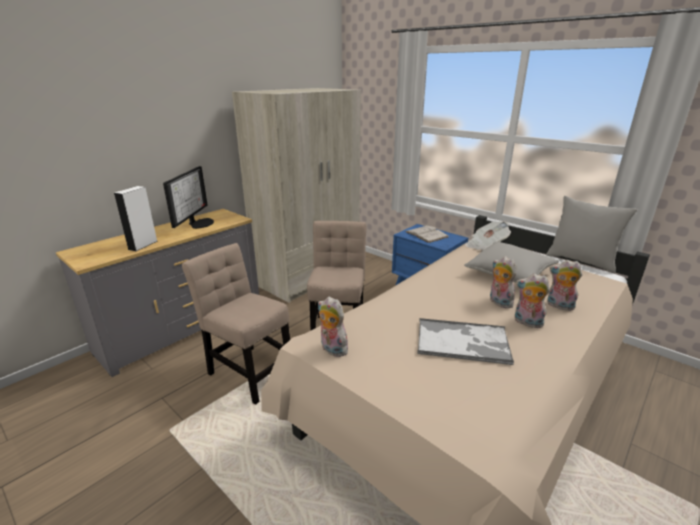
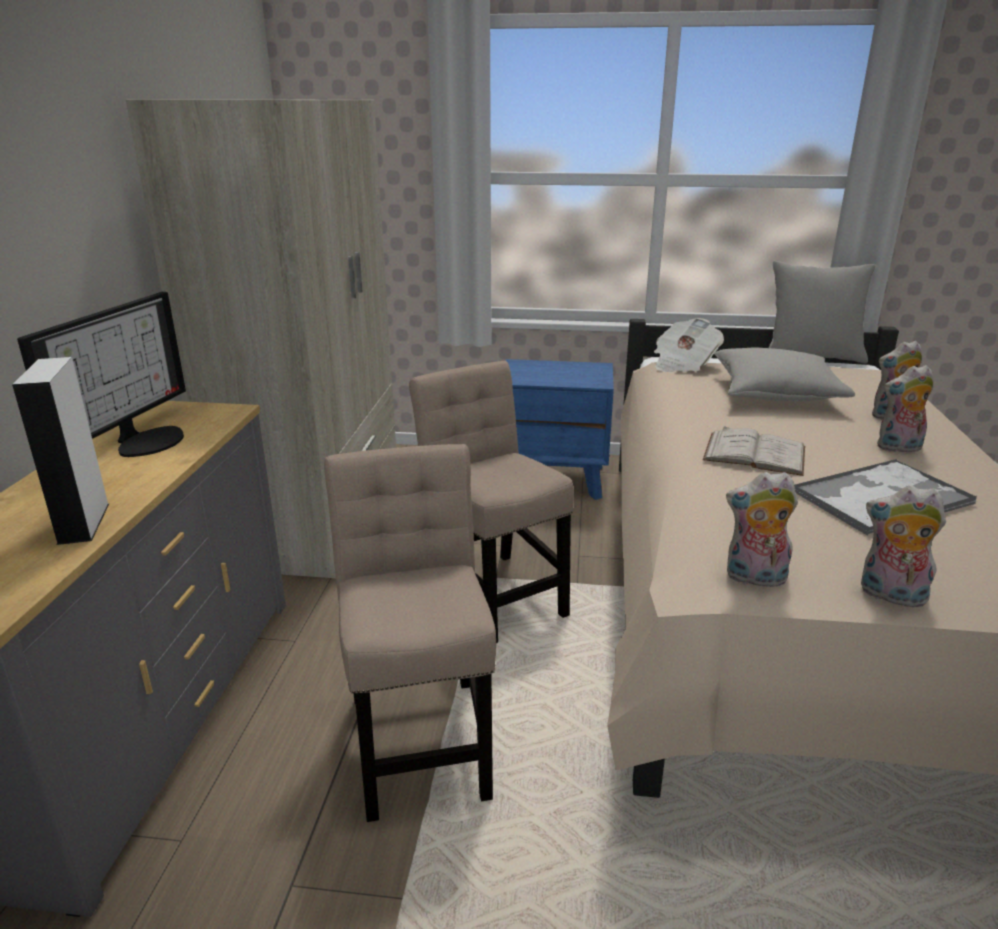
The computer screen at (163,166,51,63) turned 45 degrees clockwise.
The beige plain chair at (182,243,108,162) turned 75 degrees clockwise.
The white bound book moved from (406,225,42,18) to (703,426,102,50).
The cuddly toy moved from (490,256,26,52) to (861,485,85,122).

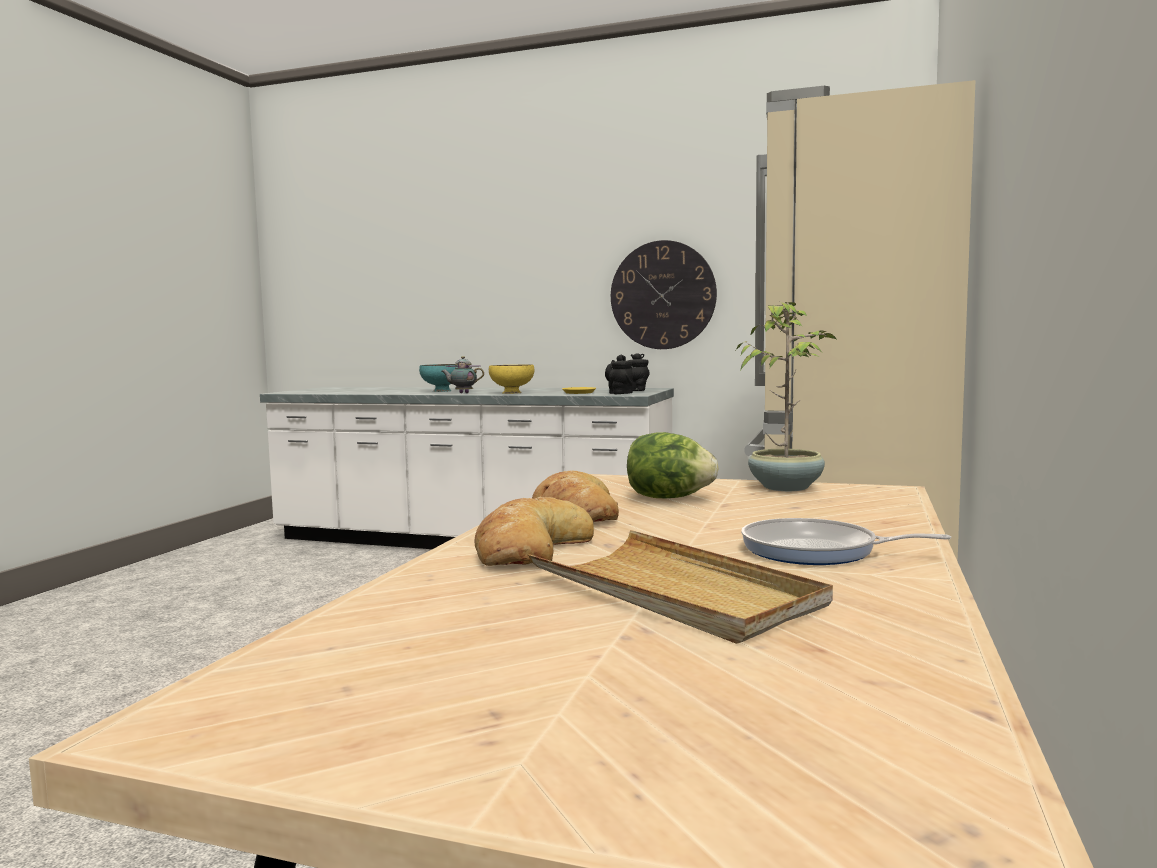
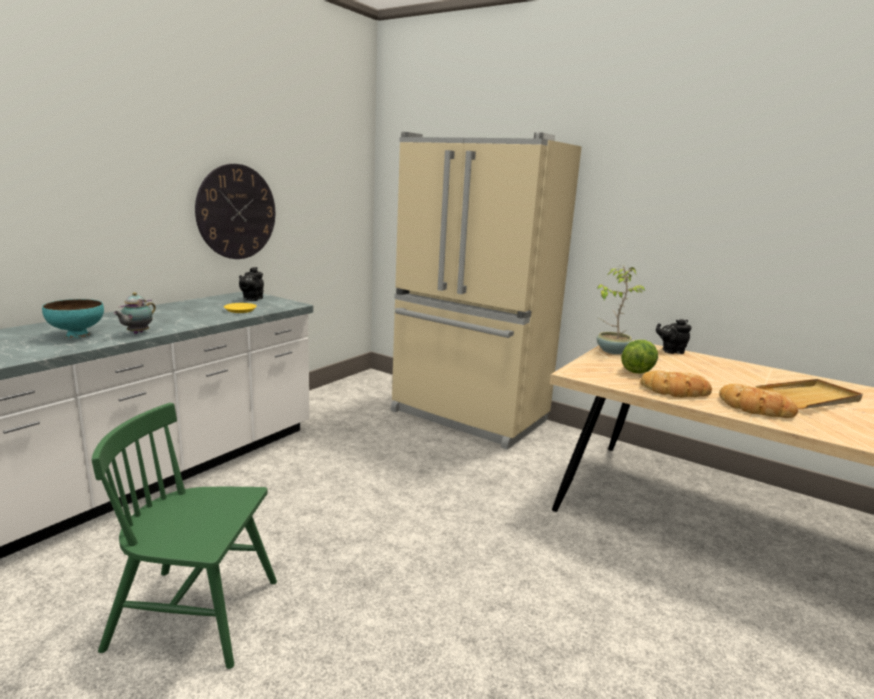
The greenish plain chair at (92,403,185,266) appeared.
The black-coloured pot for tea moved from (605,355,28,39) to (656,319,36,35).
The yellow serving bowl at (489,364,45,30) disappeared.
The frying pan at (741,518,210,47) disappeared.

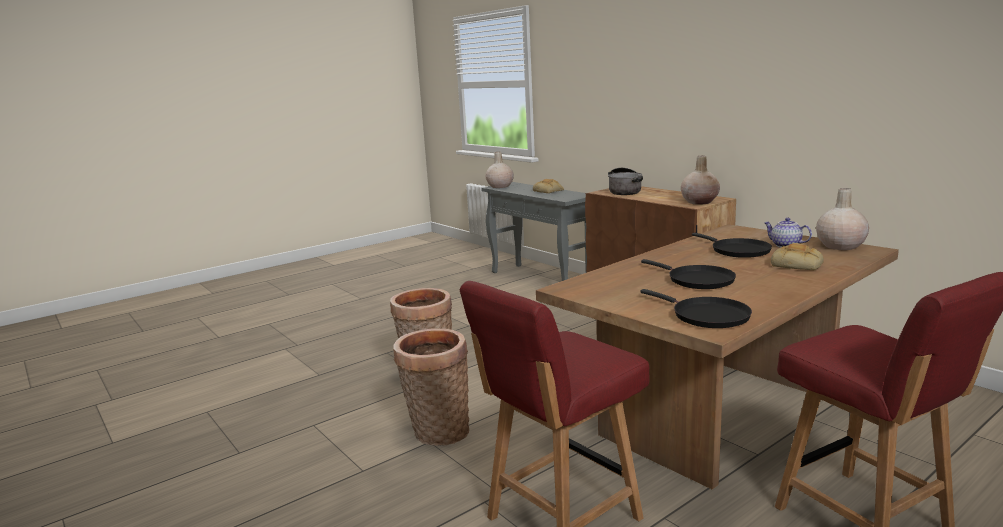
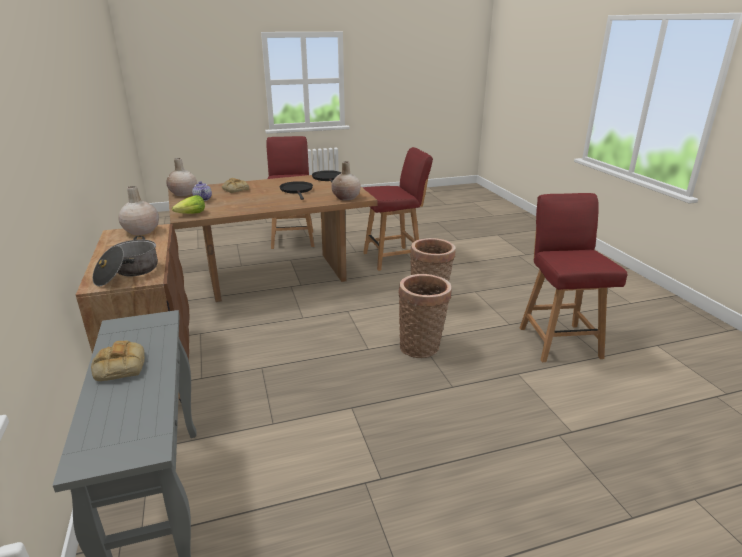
The head of lettuce at (172,195,33,19) appeared.
The beige flower vase moved from (486,152,28,36) to (331,161,30,40).
The red plain chair at (520,193,107,169) appeared.
The black-coloured frying pan at (692,233,80,25) disappeared.

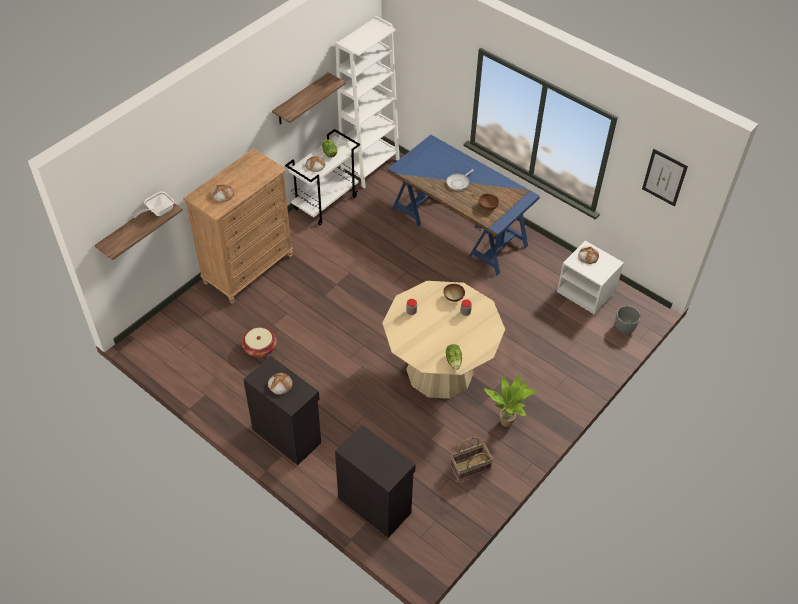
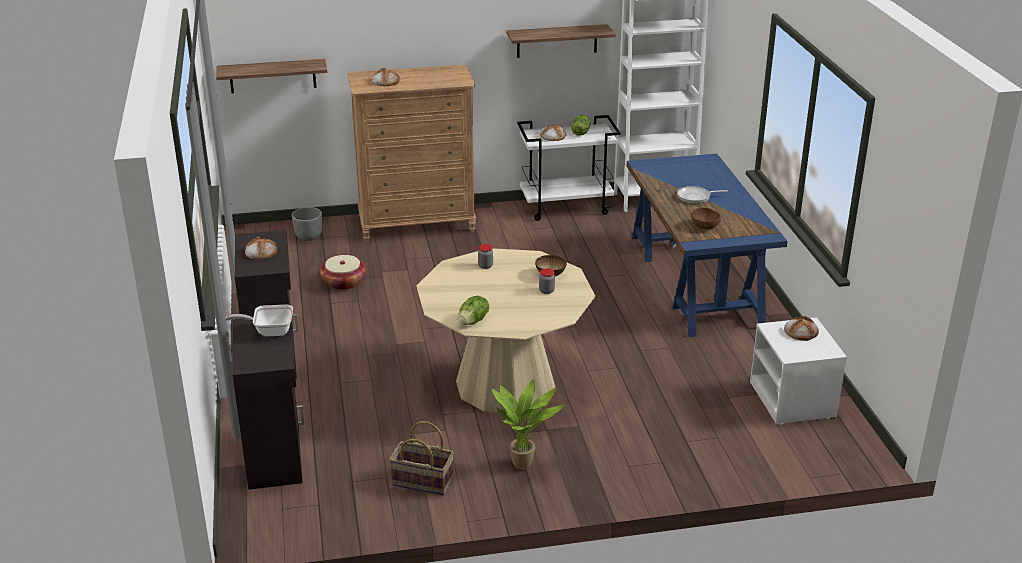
The frying pan moved from (134,191,40,27) to (225,305,68,31).
The gray flower pot moved from (615,306,26,28) to (292,207,30,34).
The picture at (642,149,46,58) disappeared.

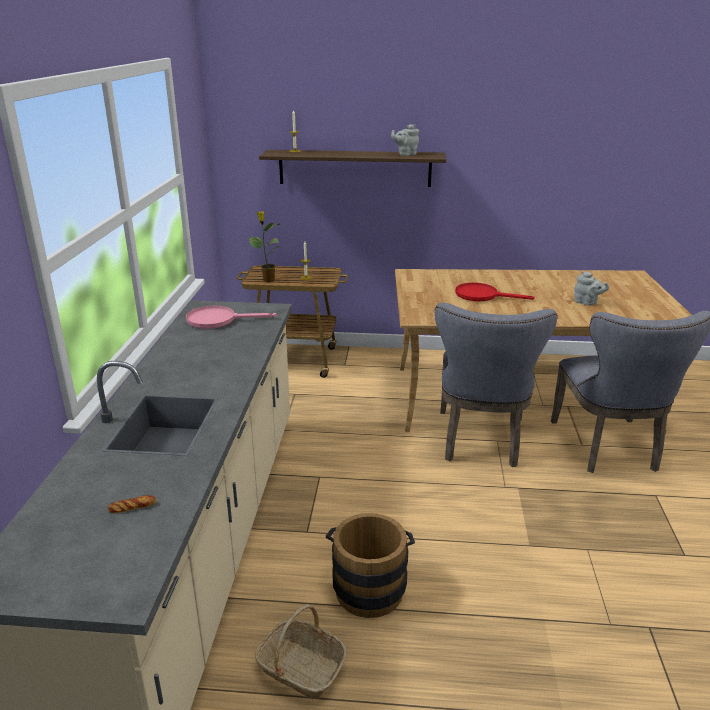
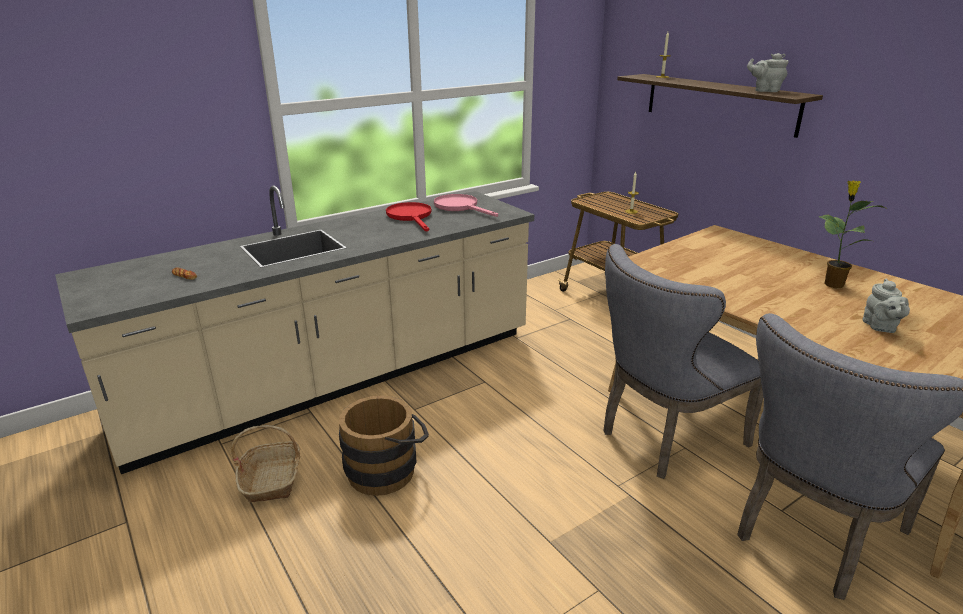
The red frying pan moved from (455,283,80,18) to (386,202,46,30).
The plant in a pot moved from (248,211,34,72) to (819,180,69,108).

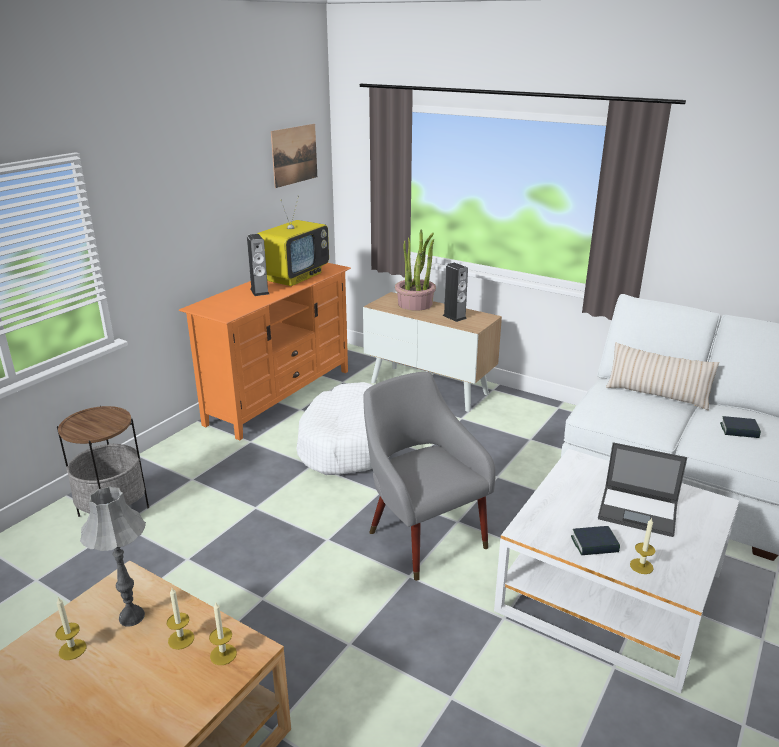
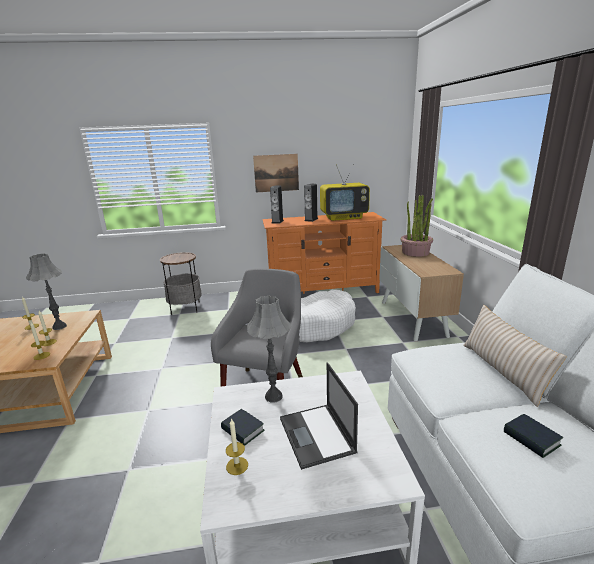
The gray lamp for a table at (247,295,44,108) appeared.
The picture moved from (271,124,46,64) to (253,154,46,38).
The audio speaker moved from (443,263,25,59) to (270,185,14,39).

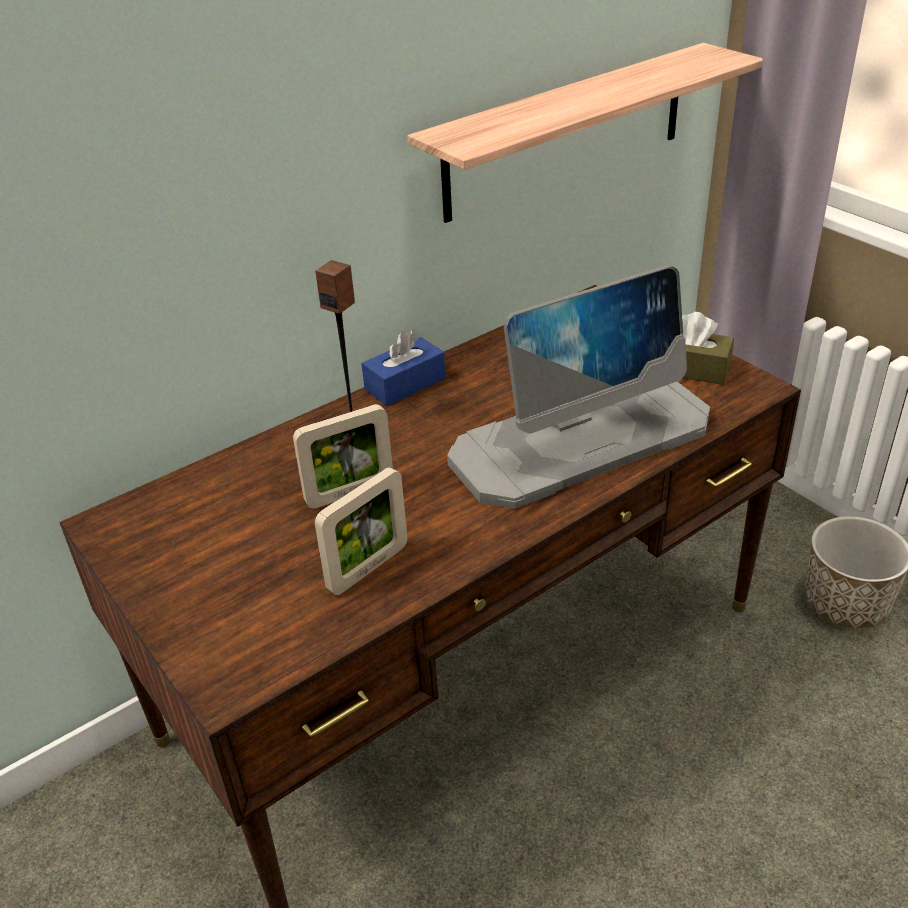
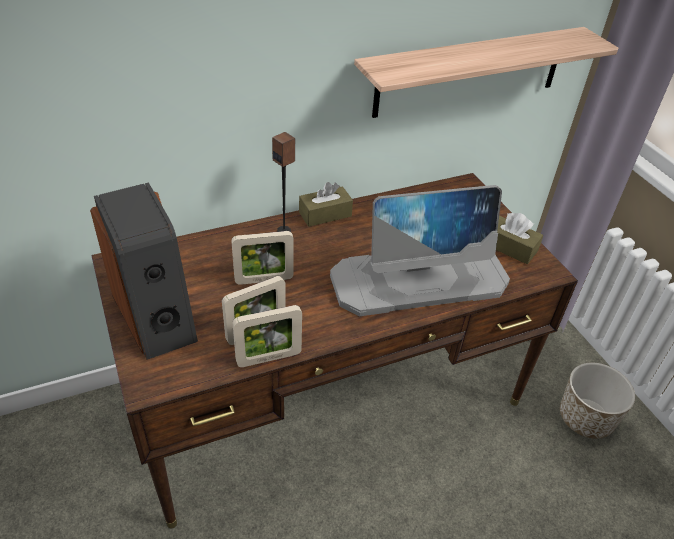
The audio speaker at (90,182,108,178) appeared.
The picture frame at (233,305,69,62) appeared.
The blue-coloured tissue holder at (362,330,84,76) became the brownish tissue holder at (299,182,54,45).

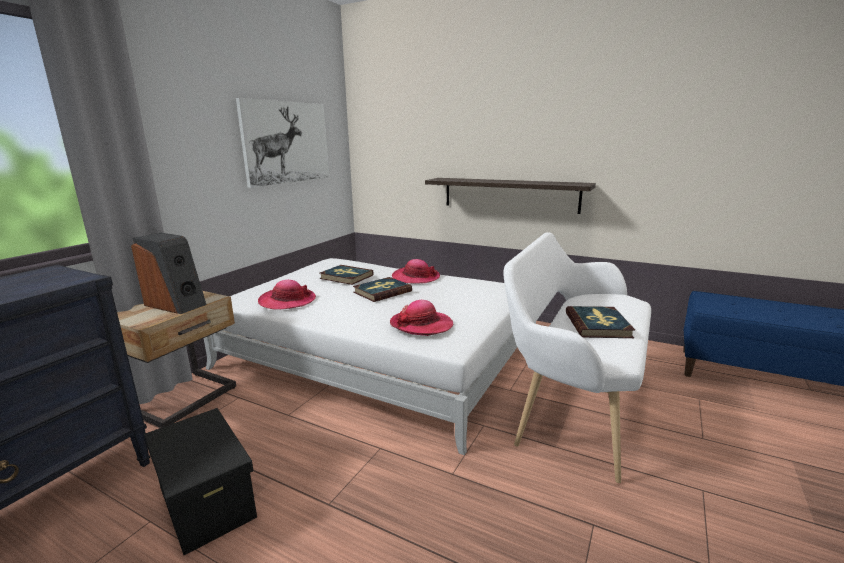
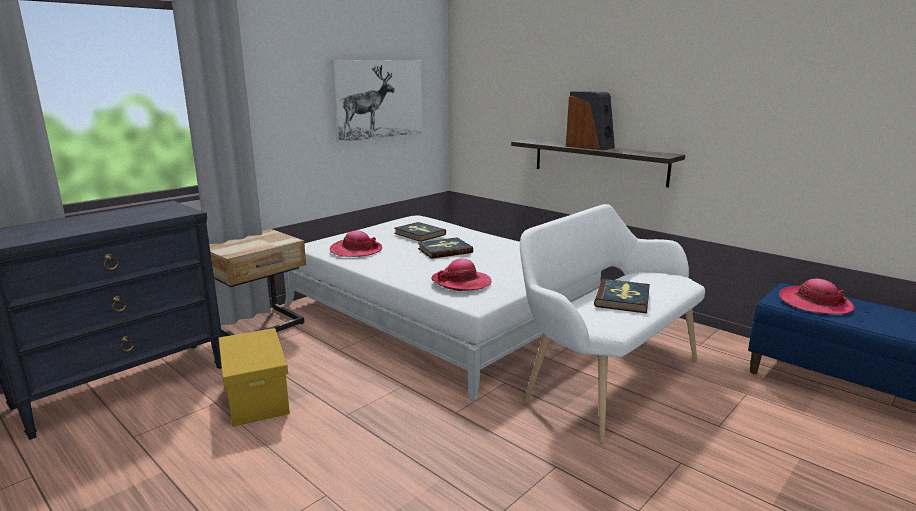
The black-coloured storage bin at (144,408,113,147) became the yellow storage bin at (219,328,71,99).
The audio speaker moved from (131,233,75,81) to (566,91,49,59).
The hat moved from (392,259,48,25) to (779,279,76,36).

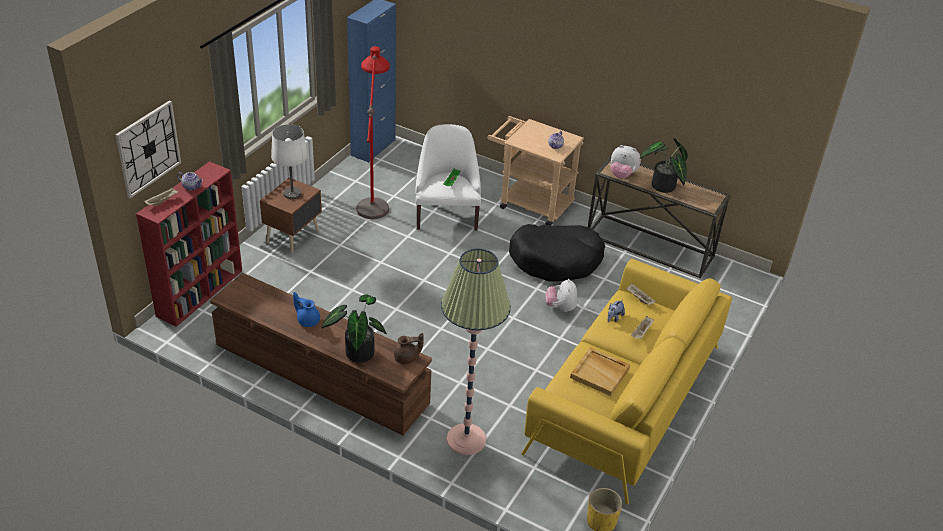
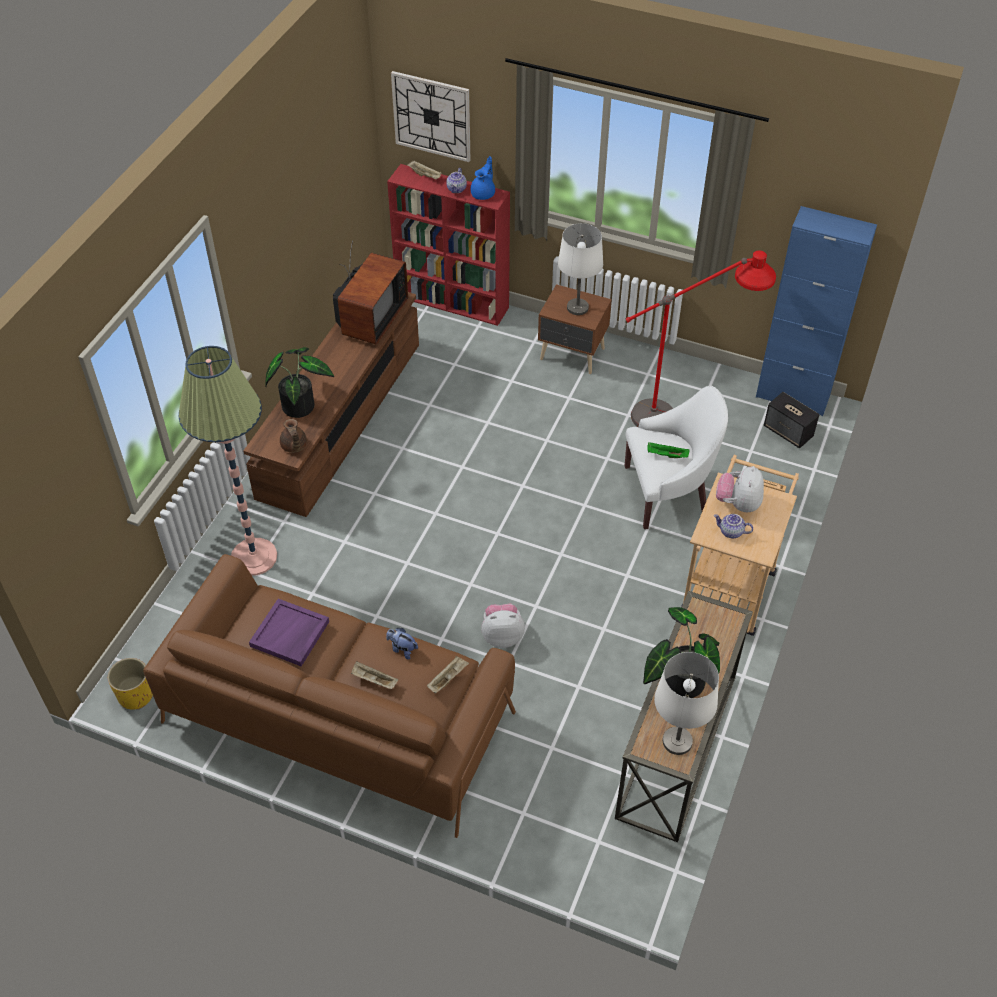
The yellow sofa at (521,259,211,246) became the brownish sofa at (143,554,373,284).
The beige tray at (570,347,60,49) became the purplish tray at (249,599,80,67).
The TV set at (333,241,75,103) appeared.
The blue-coloured pot for tea moved from (293,292,27,35) to (471,156,24,44).
The white lamp for a table at (654,652,65,103) appeared.
The cuddly toy moved from (610,145,31,34) to (716,466,48,46).
The audio speaker at (764,392,56,56) appeared.
The black-coloured dog cushion at (509,224,96,57) disappeared.

